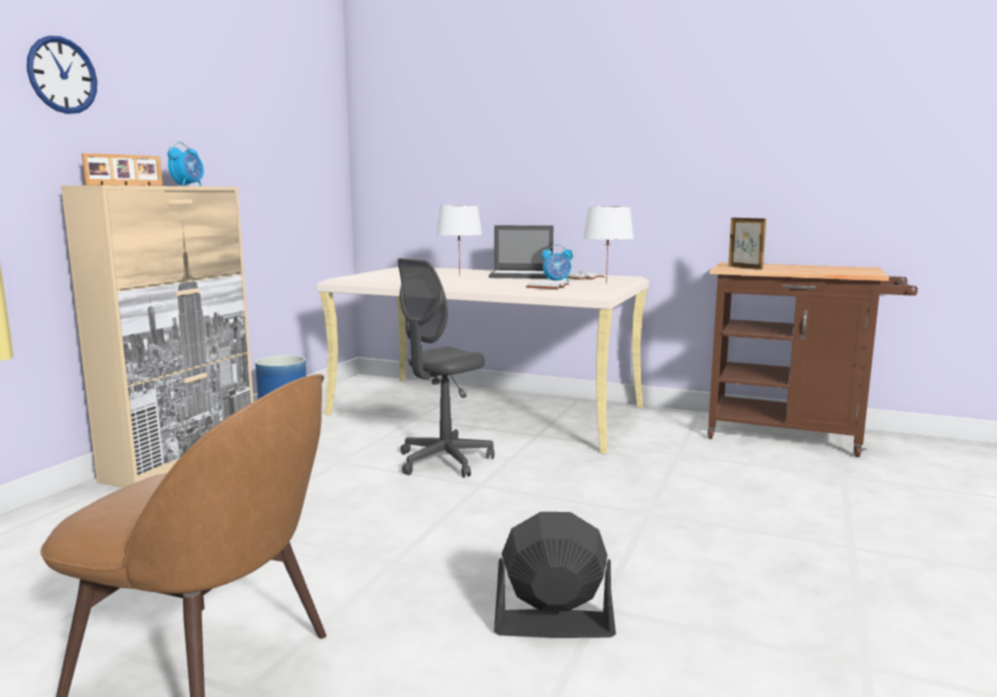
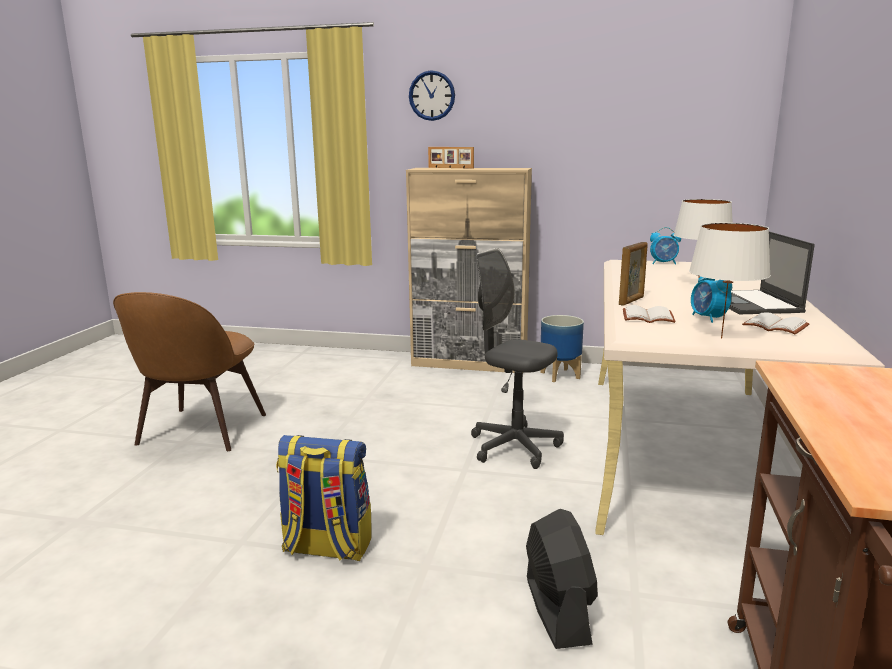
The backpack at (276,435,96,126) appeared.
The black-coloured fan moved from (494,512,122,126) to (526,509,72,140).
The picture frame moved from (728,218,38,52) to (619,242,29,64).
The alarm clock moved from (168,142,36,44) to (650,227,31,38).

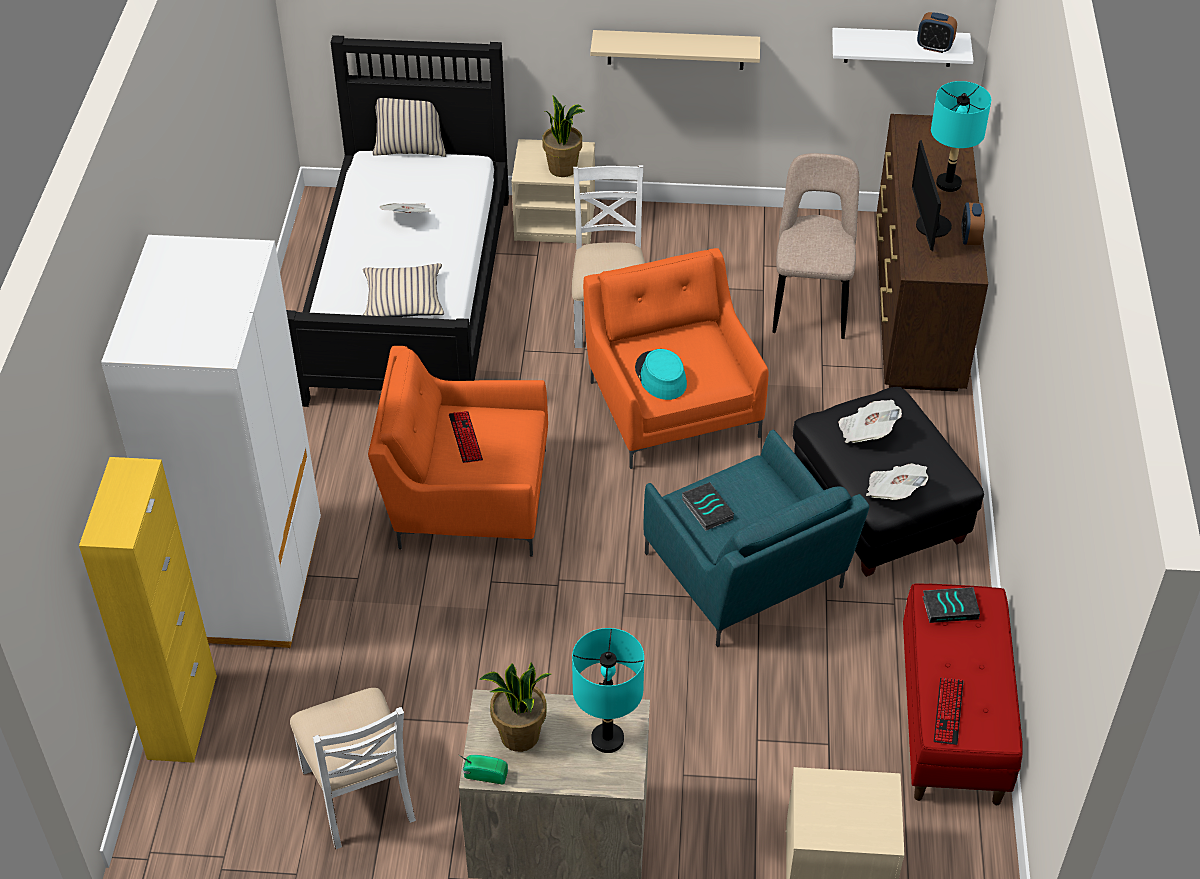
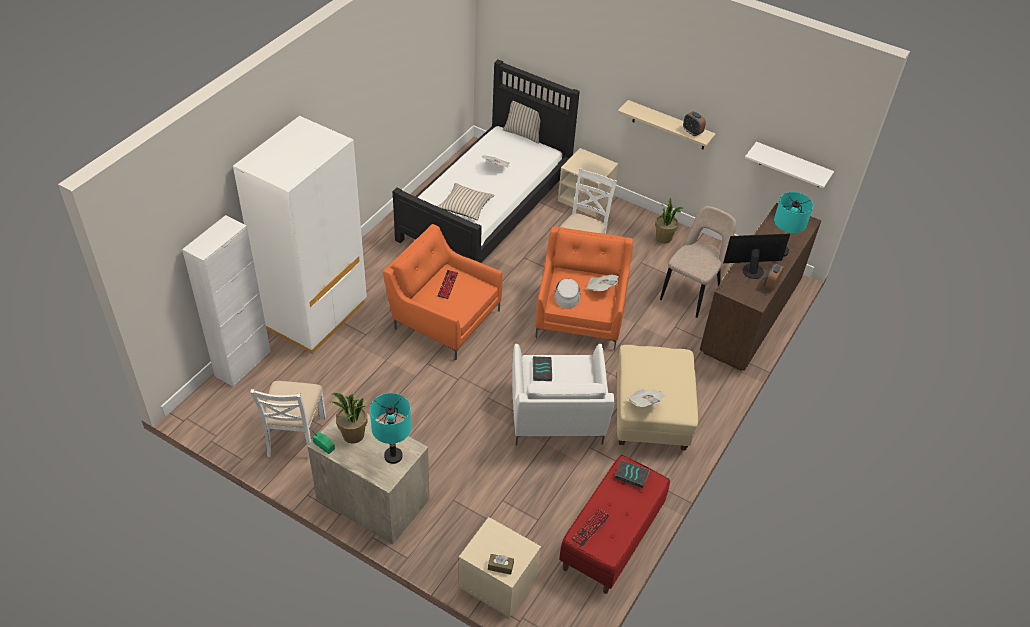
The yellow cupboard at (79,457,138,306) became the white cupboard at (182,215,89,172).
The brownish tissue holder at (488,554,26,21) appeared.
The blue-green easy chair at (644,430,225,217) became the white easy chair at (512,344,102,102).
The blue-green hat at (635,349,52,51) became the gray hat at (554,279,26,30).
The newspaper moved from (838,400,64,43) to (586,274,33,17).
The black-coloured ottoman at (793,387,191,190) became the beige ottoman at (617,345,81,105).
The plant in a pot moved from (542,95,43,82) to (655,198,28,45).
The alarm clock moved from (917,12,40,41) to (683,111,23,25).
The computer screen at (912,140,40,111) turned 60 degrees clockwise.

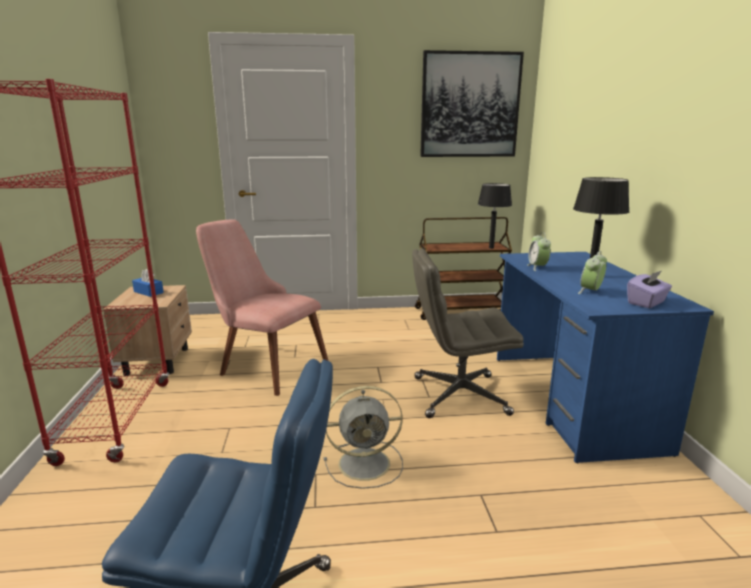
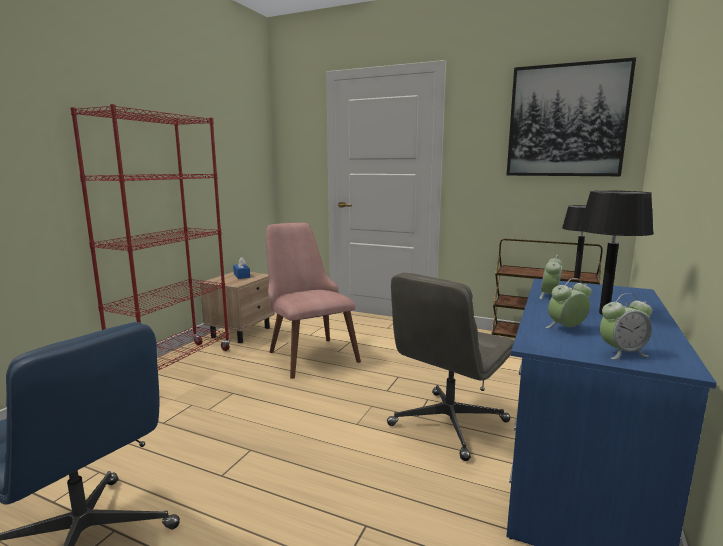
The gray desk chair at (412,249,112,169) turned 75 degrees counterclockwise.
The purplish tissue holder at (627,271,45,37) was replaced by the alarm clock at (600,293,52,66).
The gray fan at (324,386,79,103) disappeared.

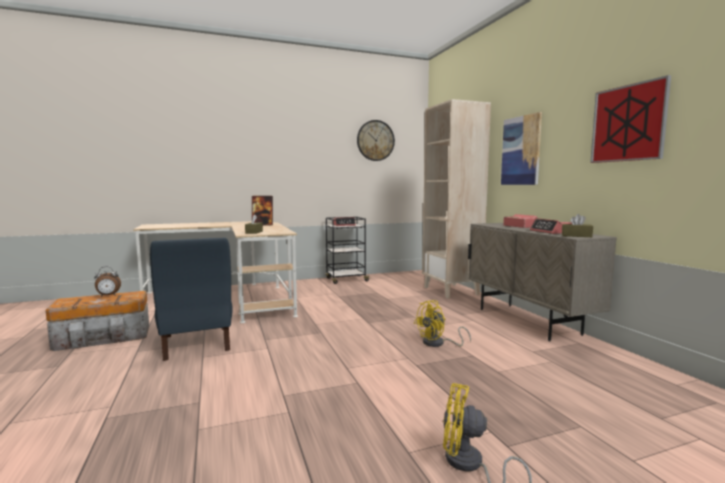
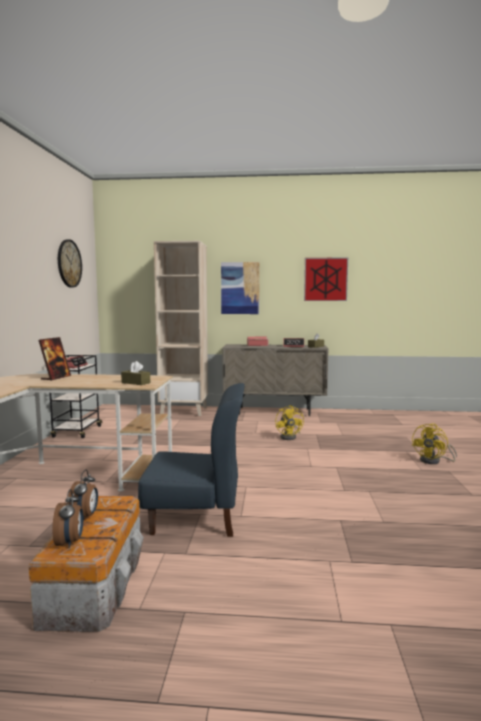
The alarm clock at (52,489,31,59) appeared.

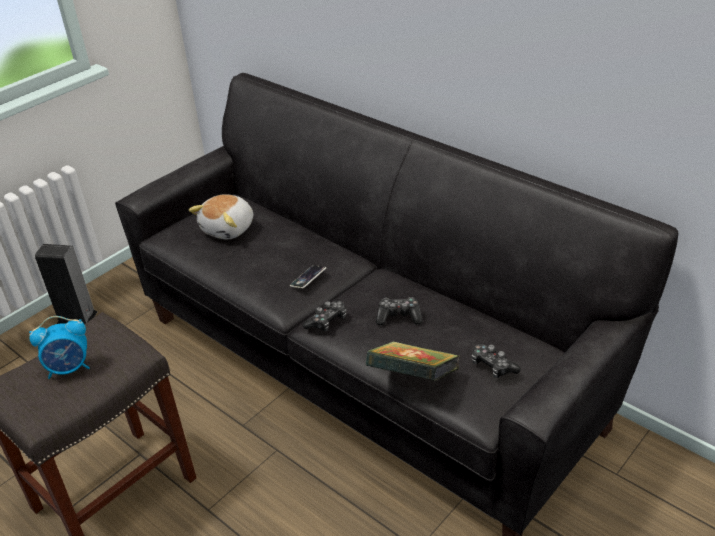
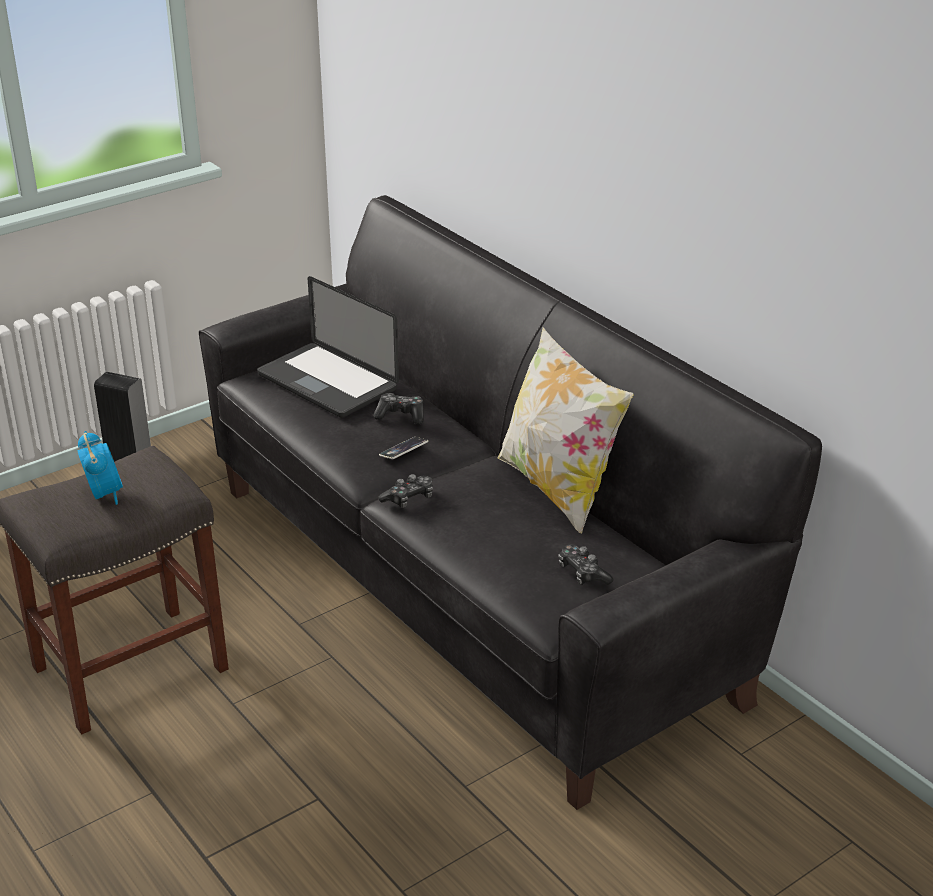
The alarm clock at (29,316,61,63) turned 105 degrees counterclockwise.
The cuddly toy at (189,194,64,46) was replaced by the laptop at (257,276,142,142).
The gamepad moved from (376,297,47,28) to (373,393,51,32).
The throw pillow at (497,328,136,206) appeared.
The bound book at (366,341,93,40) disappeared.

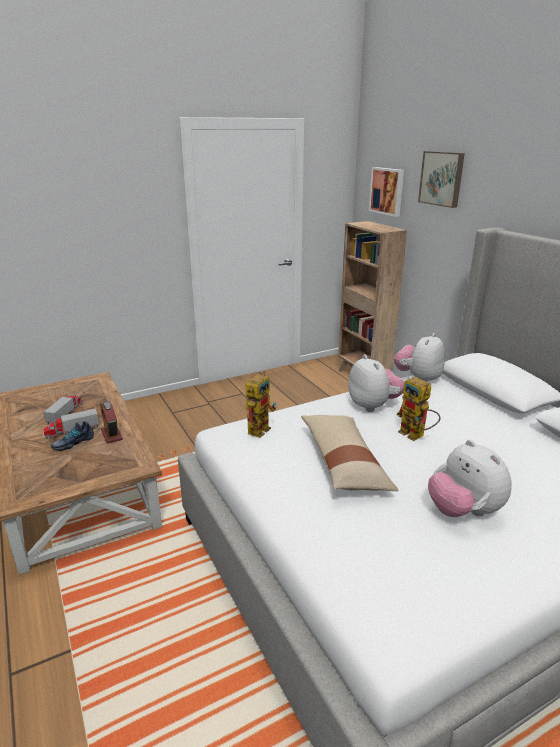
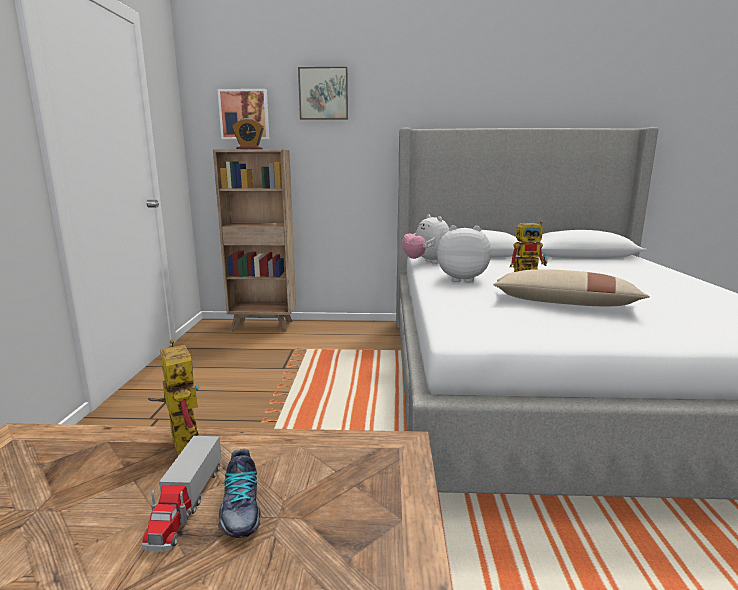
The robot figure moved from (246,371,31,67) to (148,339,51,116).
The alarm clock moved from (100,401,23,43) to (232,118,32,31).
The toy lorry at (44,394,39,30) disappeared.
The cuddly toy at (428,440,84,77) disappeared.

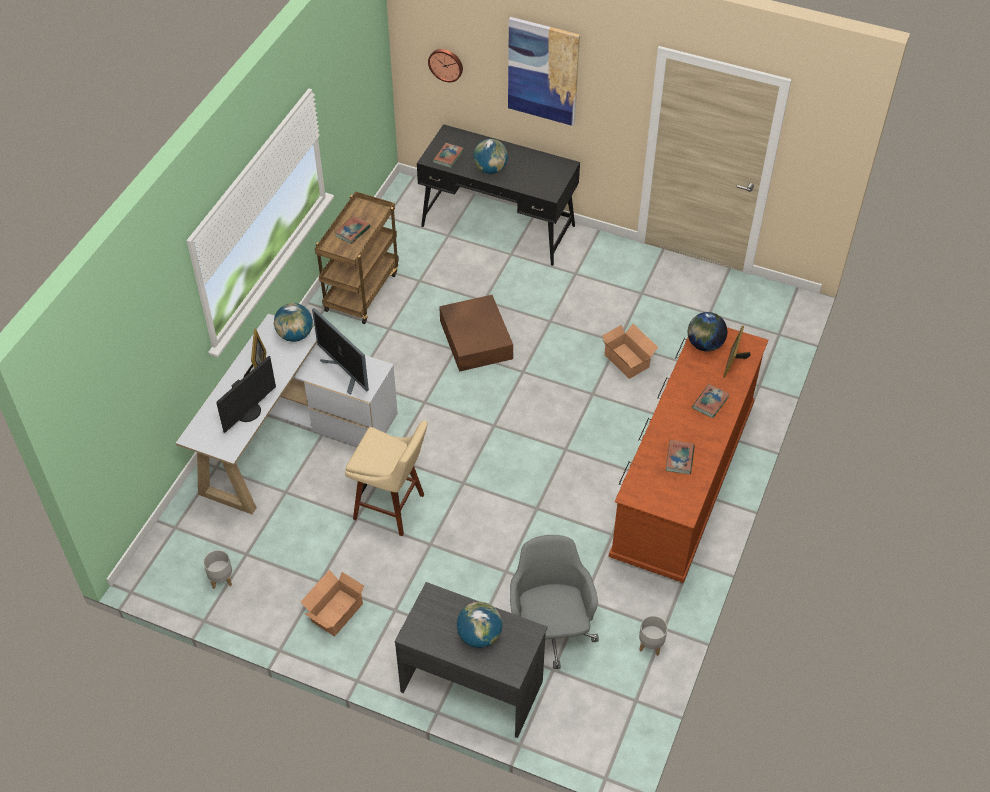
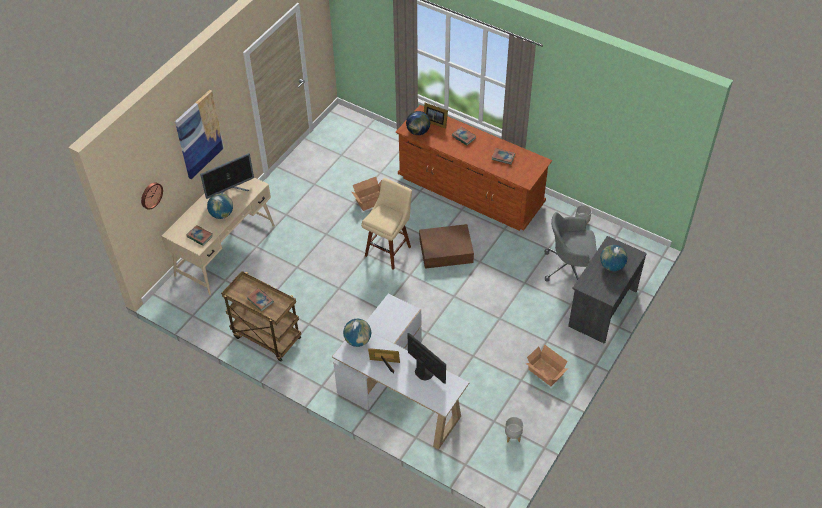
The black-coloured desk at (417,124,163,142) became the beige desk at (161,177,114,118).
The computer screen moved from (312,308,57,87) to (200,153,54,46).
The beige sitting stool moved from (345,421,83,115) to (361,178,51,92).
The brownish storage bin moved from (439,295,74,77) to (419,224,55,45).

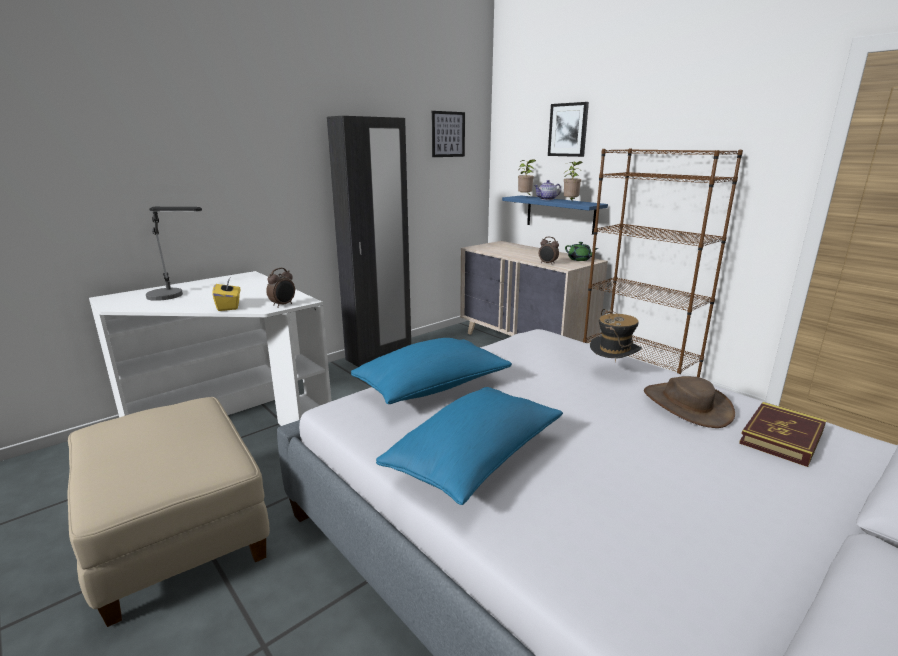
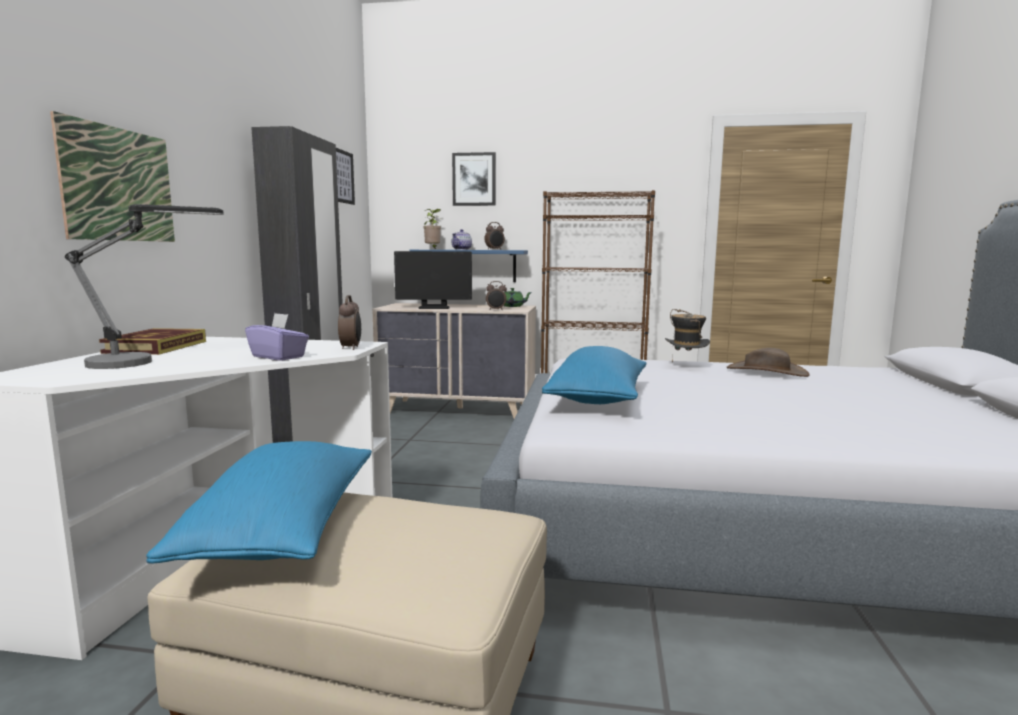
The picture at (50,111,125,131) appeared.
The bound book moved from (739,402,87,65) to (99,328,107,27).
The blue-coloured throw pillow moved from (376,387,187,118) to (146,441,226,122).
The yellow tissue holder at (212,278,28,33) became the purplish tissue holder at (245,313,64,48).
The computer screen at (394,251,78,58) appeared.
The plant in a pot at (564,161,18,39) was replaced by the alarm clock at (484,222,21,28).

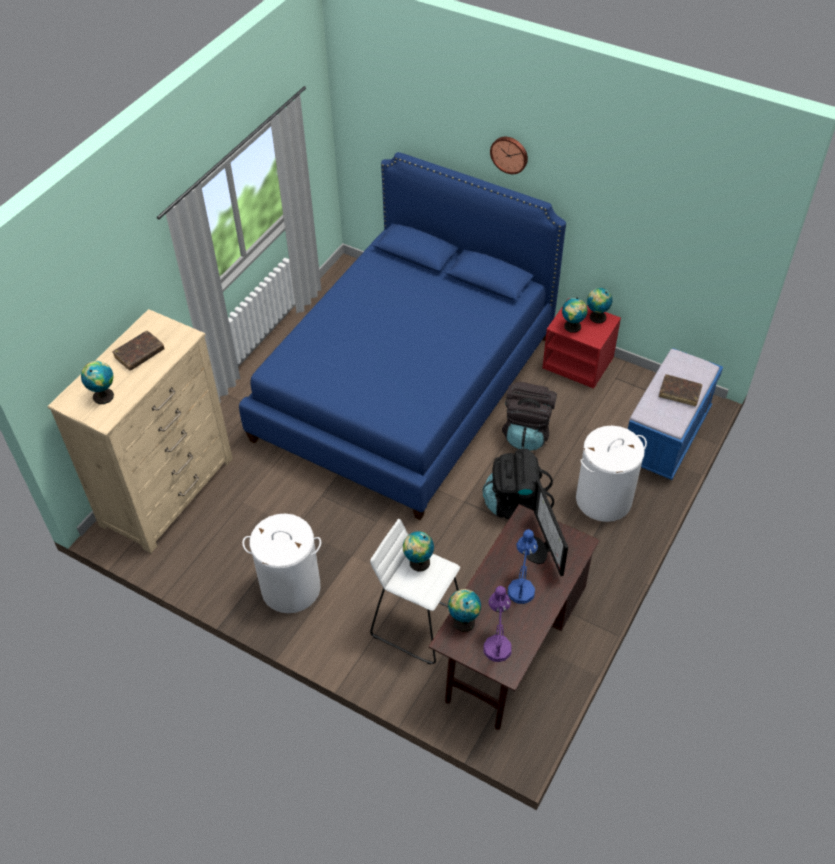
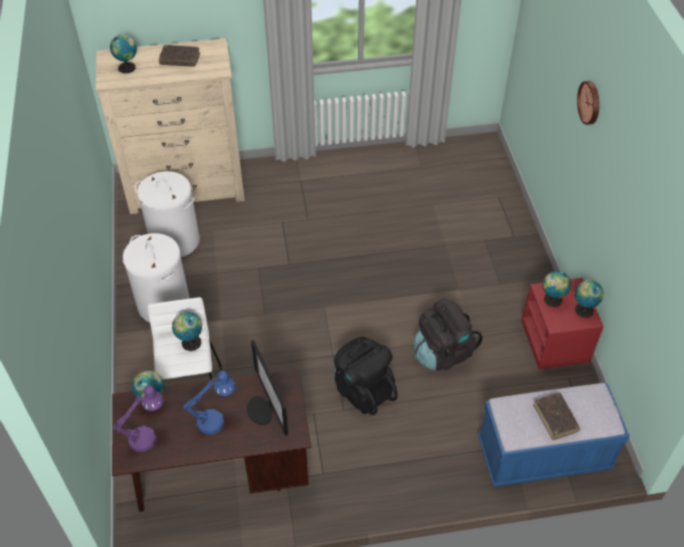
The white laundry basket moved from (576,426,71,96) to (135,171,65,86).
The computer screen at (526,479,42,97) turned 60 degrees counterclockwise.
The blue-coloured bedroom bed at (239,152,327,368) disappeared.

